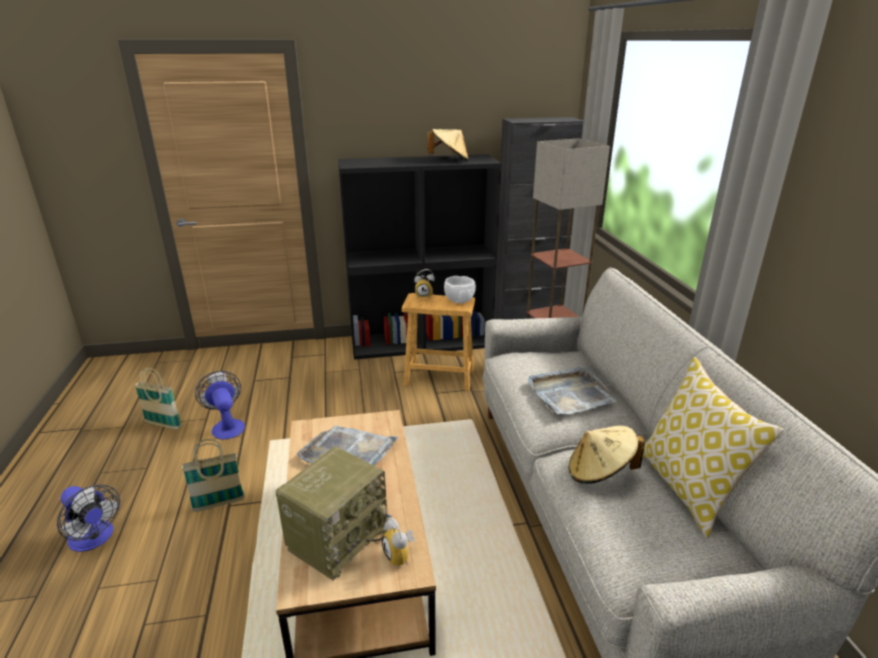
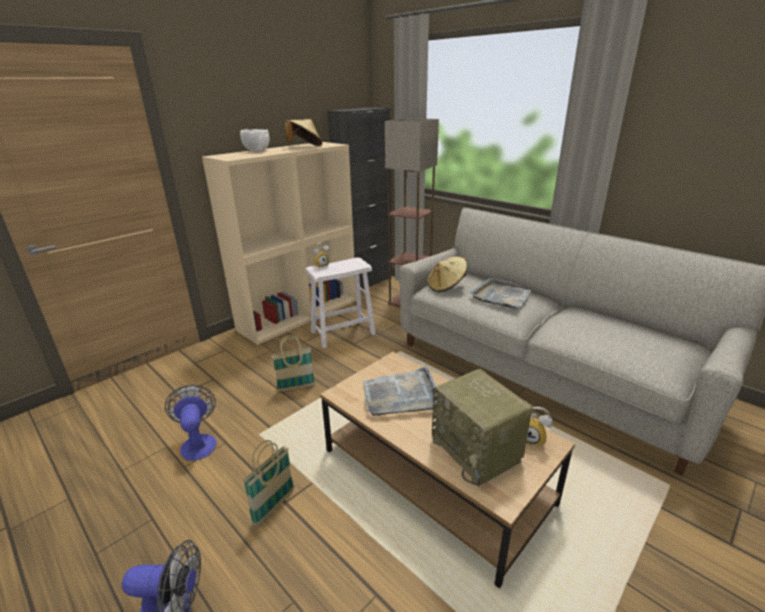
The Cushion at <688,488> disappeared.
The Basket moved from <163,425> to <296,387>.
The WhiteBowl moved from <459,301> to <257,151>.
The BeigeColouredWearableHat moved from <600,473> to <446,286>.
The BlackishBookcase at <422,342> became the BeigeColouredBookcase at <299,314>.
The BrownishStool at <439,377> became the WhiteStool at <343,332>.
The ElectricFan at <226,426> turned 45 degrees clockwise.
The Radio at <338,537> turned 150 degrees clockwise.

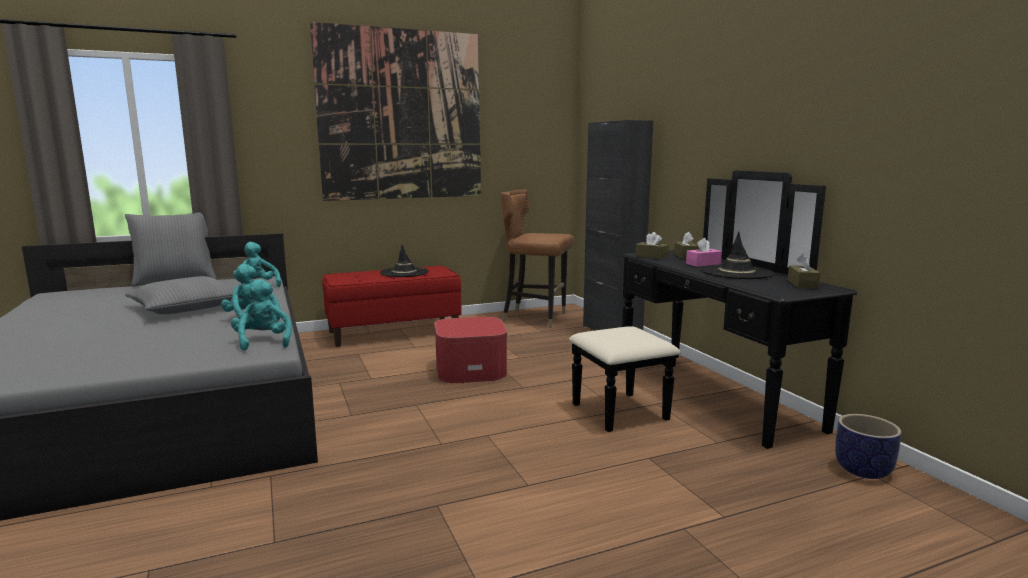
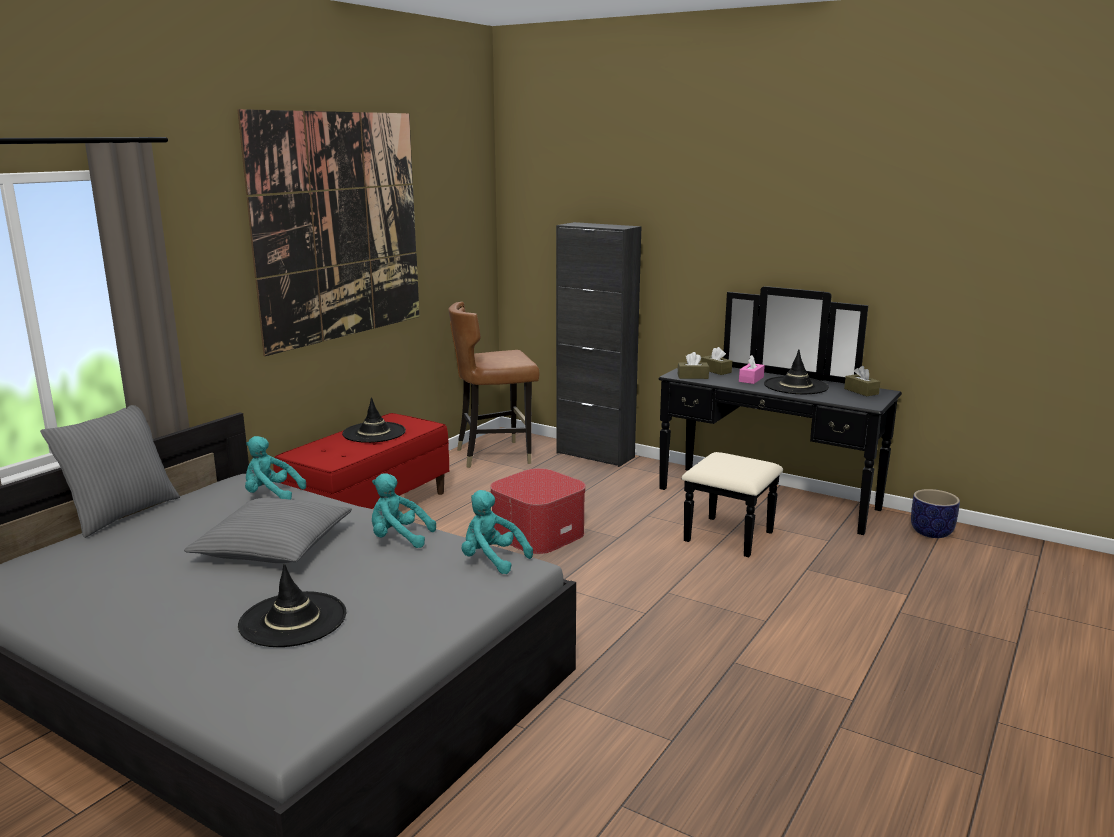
The BlackishWearableHat at <293,620> appeared.

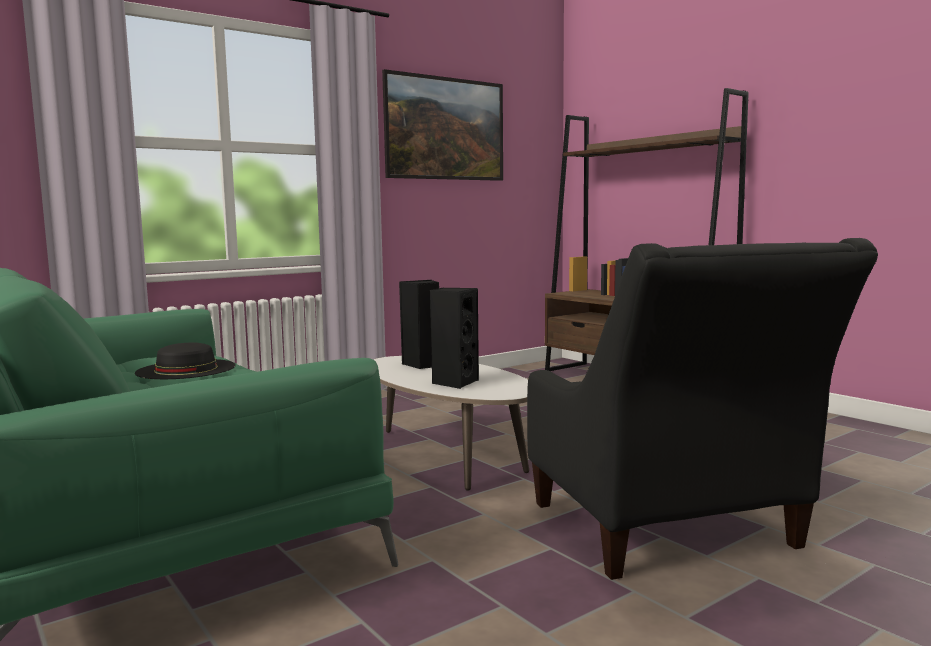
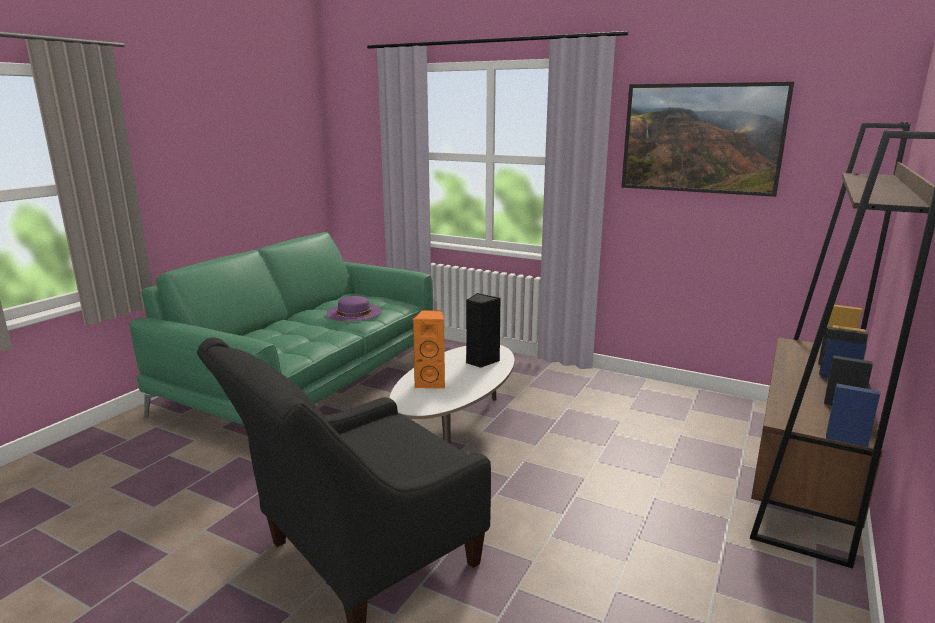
The BlackishWearableHat at <186,369> became the PurpleColouredWearableHat at <354,312>.
The BlackishLoudspeaker at <454,382> became the OrangeColouredLoudspeaker at <431,382>.

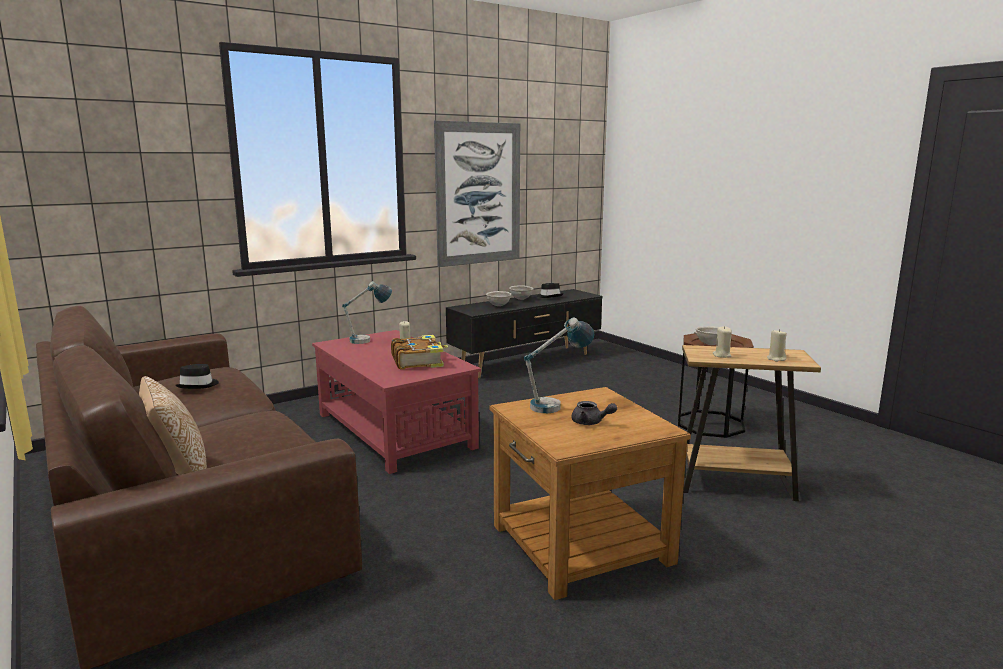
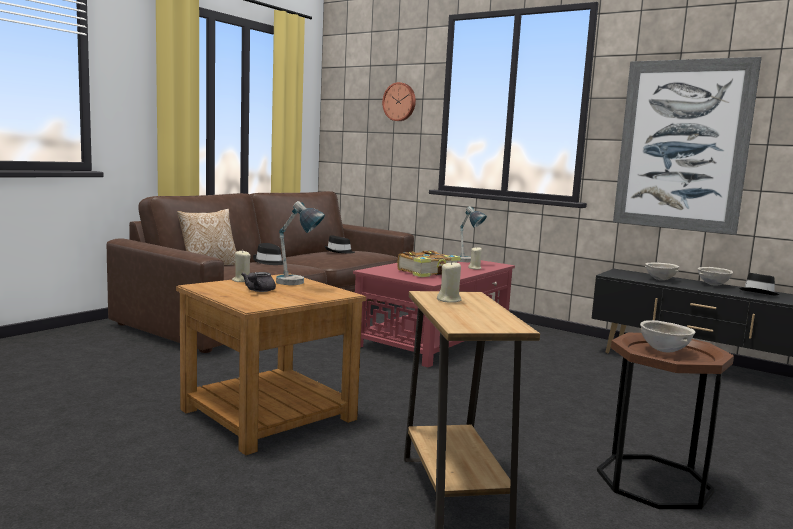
The BlackishWearableHat at <269,262> appeared.
The ClockOnTheWall at <400,102> appeared.
The BeigeColouredWaxCandle moved from <776,359> to <242,281>.

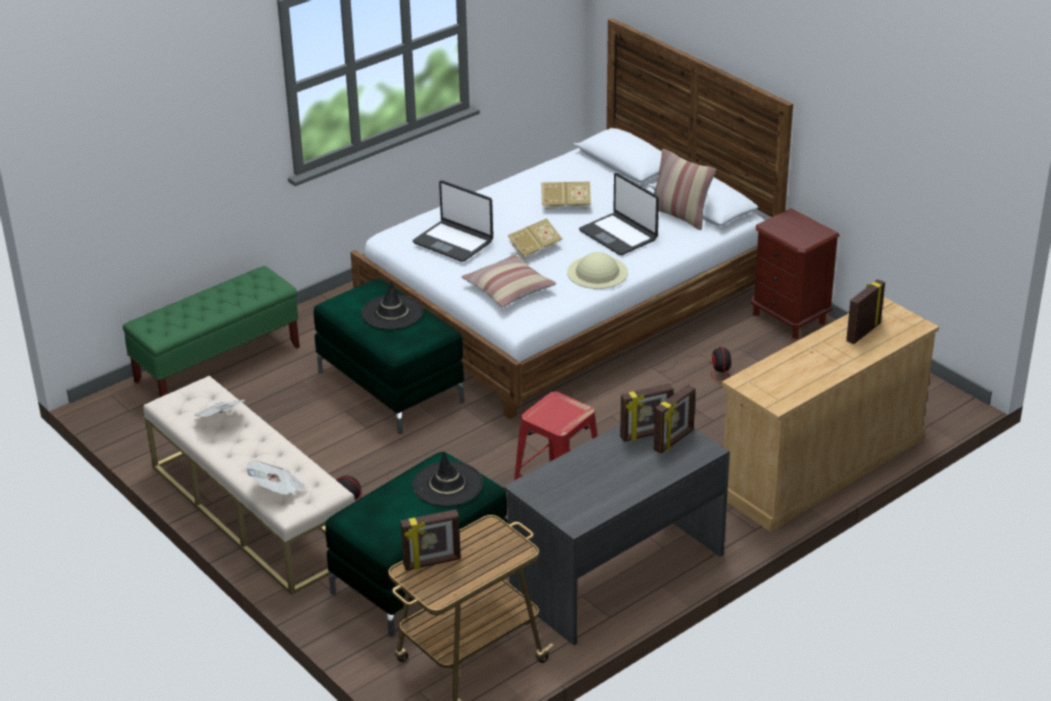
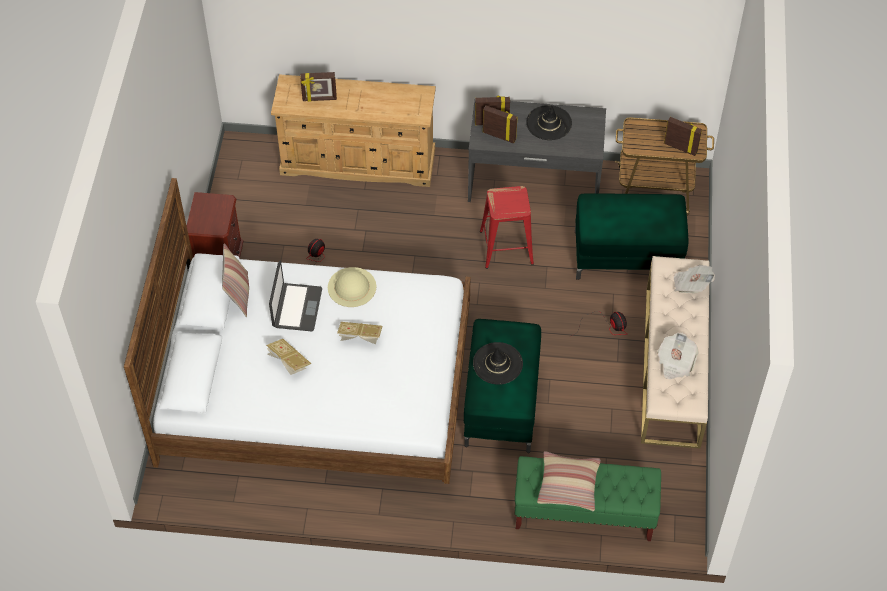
The Laptop at <453,242> disappeared.
The BlackishWearableHat moved from <447,484> to <549,123>.
The Cushion moved from <508,289> to <568,485>.

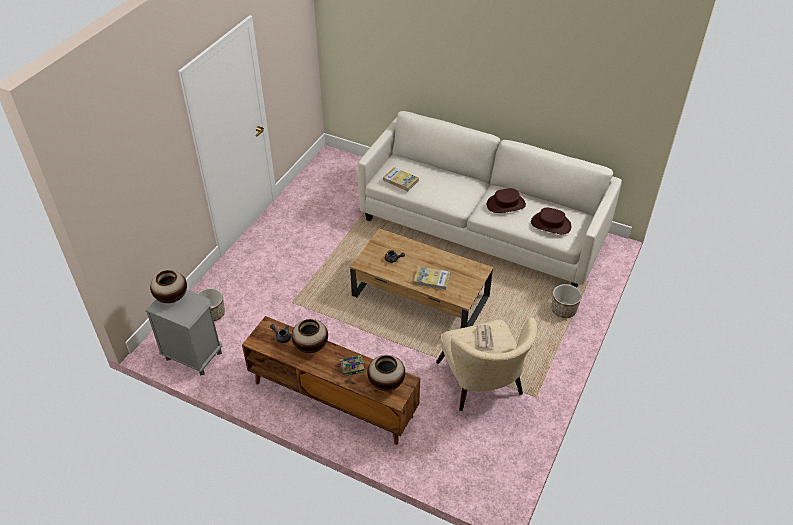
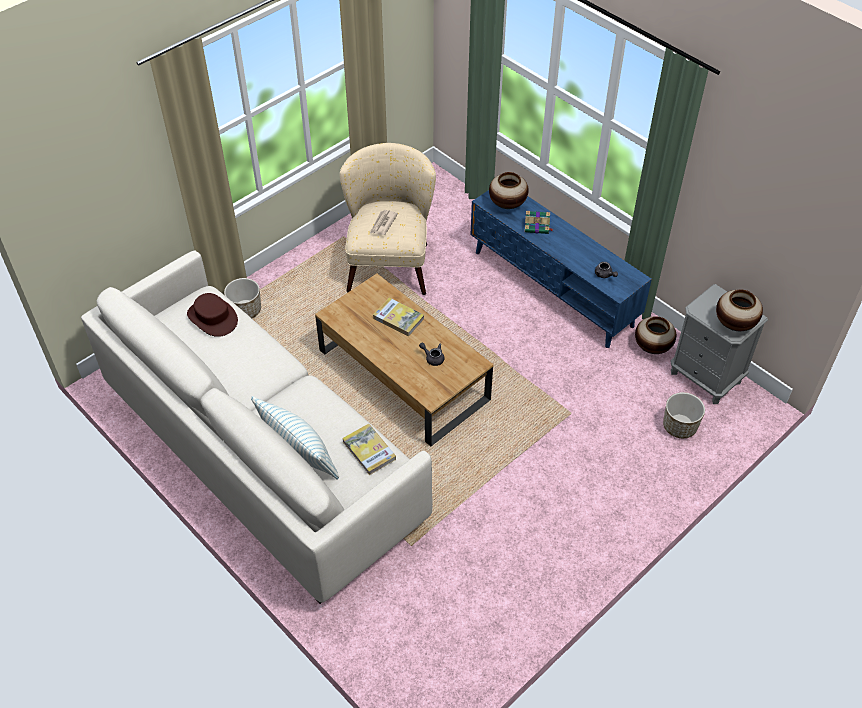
The BrownishWearableHat at <506,204> disappeared.
The Cushion at <298,452> appeared.
The Vase moved from <311,346> to <652,347>.
The BrownishTvStand at <332,399> became the BlueColouredTvStand at <553,288>.

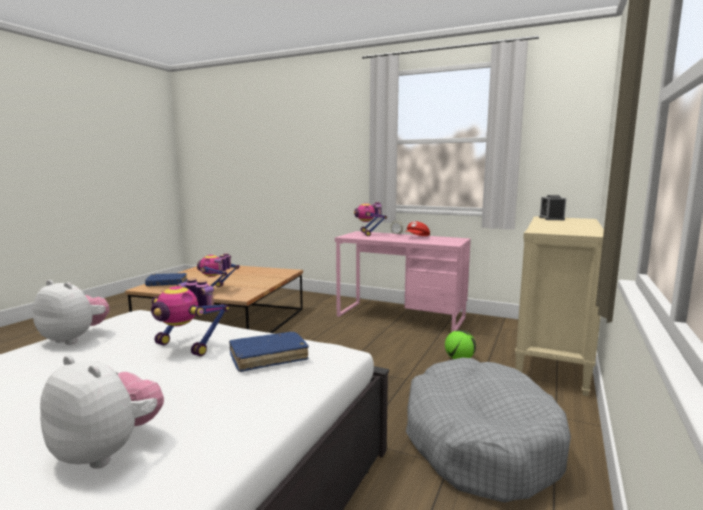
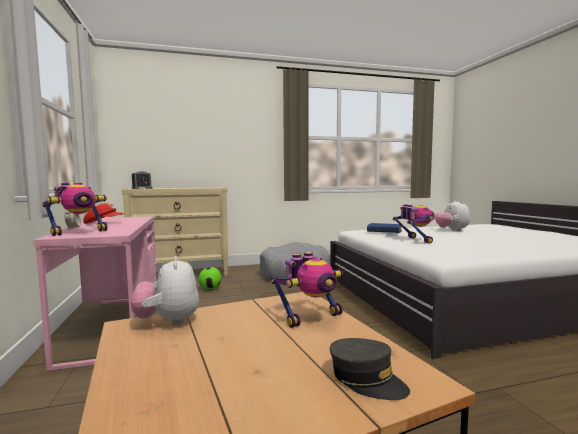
The CuddlyToy moved from <74,338> to <168,322>.
The BlueColouredVolume at <167,284> was replaced by the GreyBaseballCap at <366,379>.

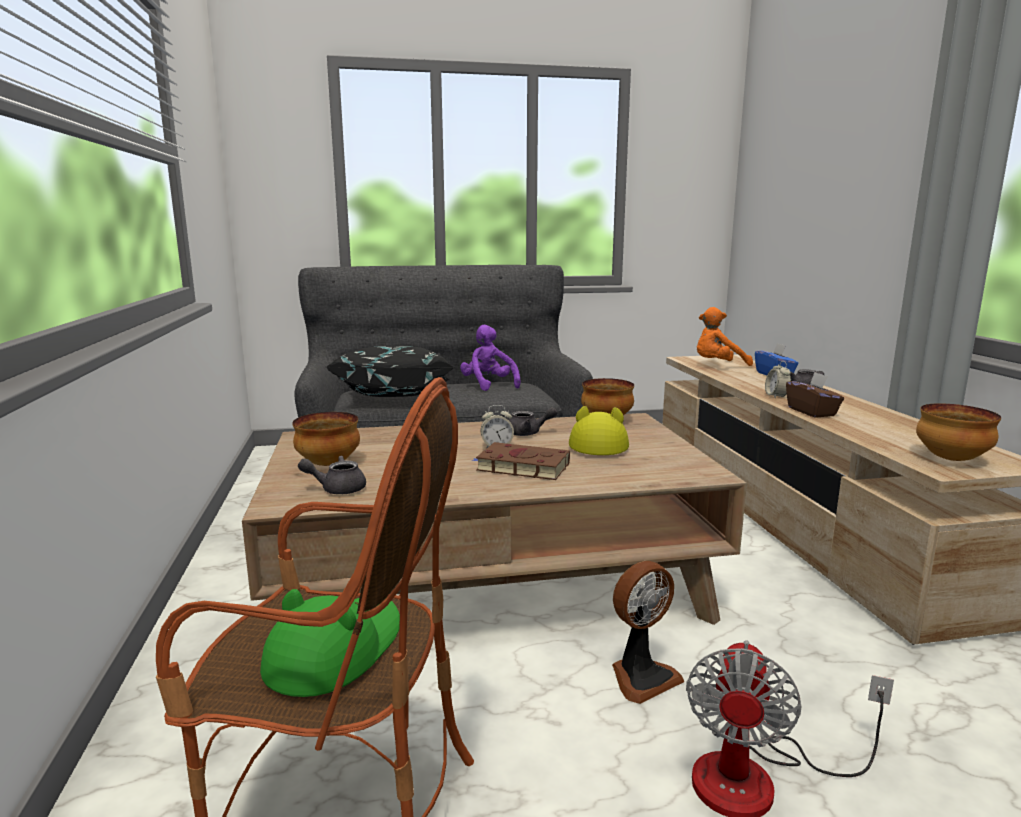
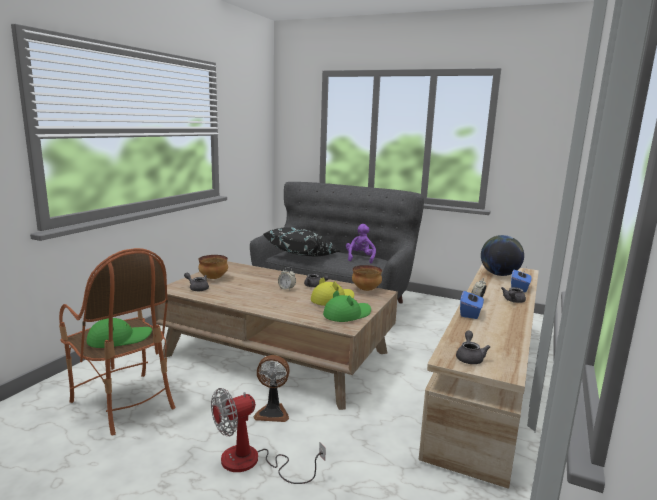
The BrownishVolume at <520,466> disappeared.
The GreenColouredWearableHat at <347,314> appeared.
The OrangeColouredCuddlyToy at <718,365> was replaced by the DeskGlobe at <499,274>.
The Bowl at <950,459> was replaced by the GreyTeaPot at <469,357>.
The BrownishTissueHolder at <812,412> became the BlueColouredTissueHolder at <470,313>.

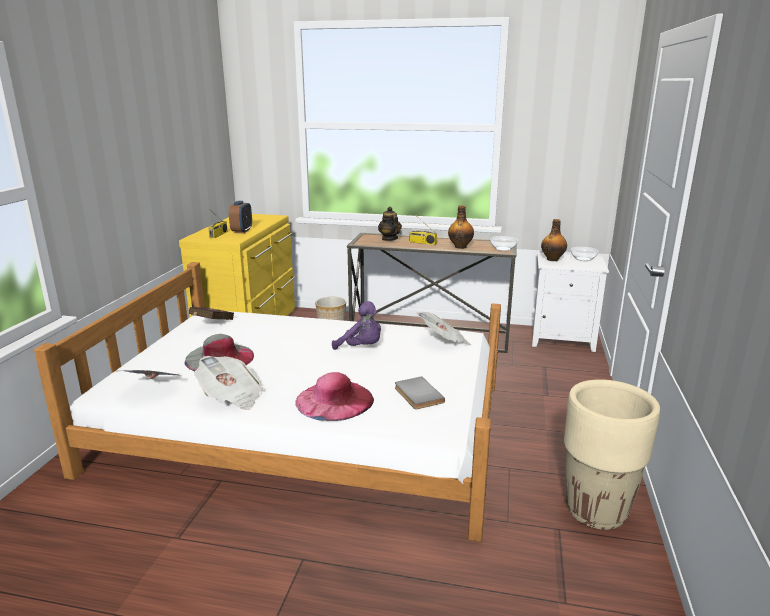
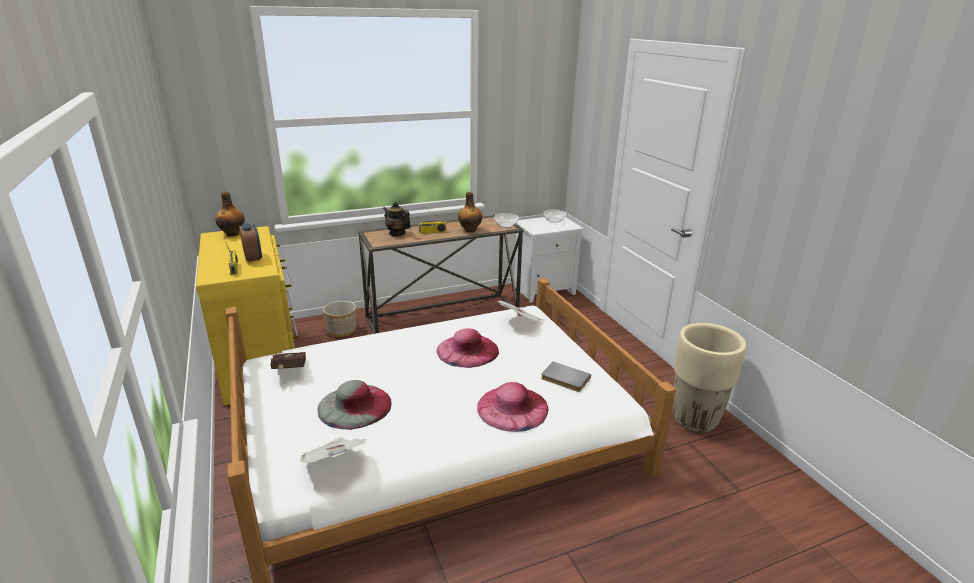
The Newspaper at <231,397> disappeared.
The BeverageBottle moved from <553,259> to <233,234>.
The PurpleColouredCuddlyToy at <361,347> was replaced by the PinkWearableHat at <467,350>.

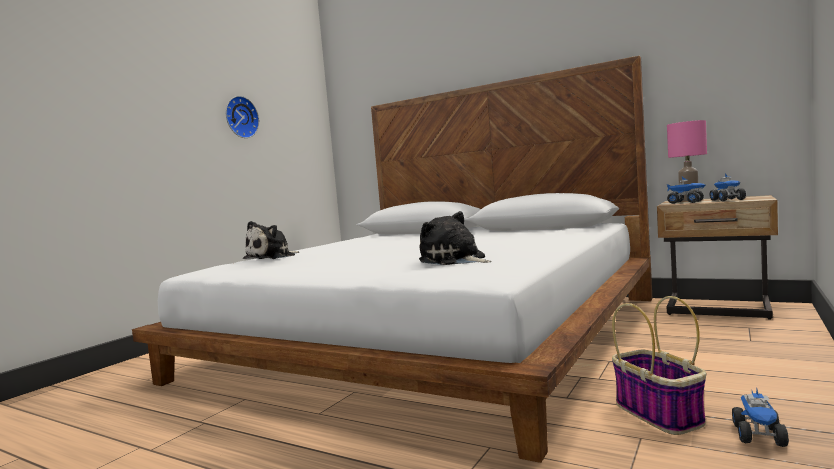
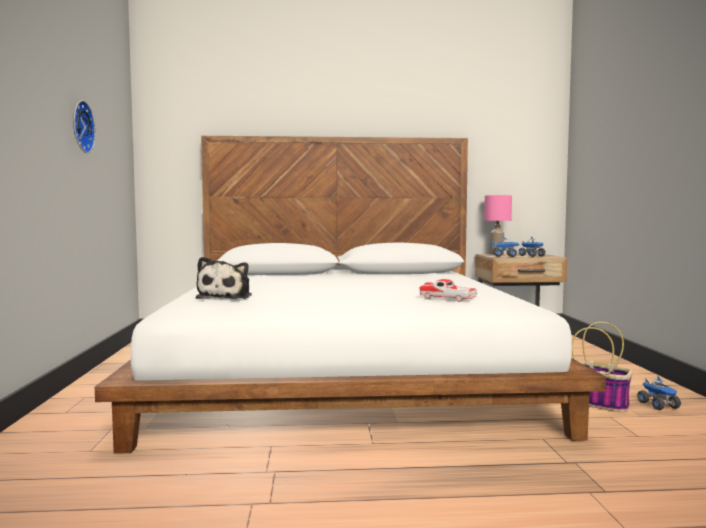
The CuddlyToy at <454,260> was replaced by the ModelCar at <448,299>.

